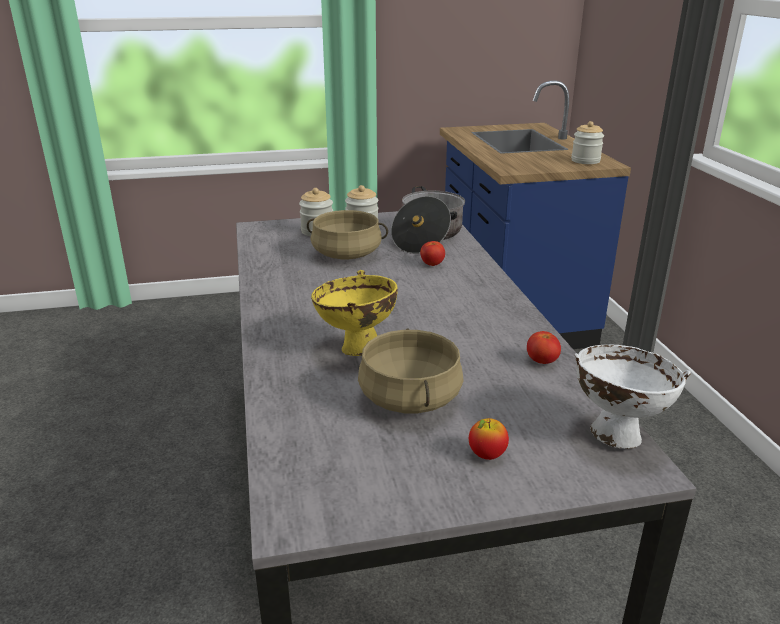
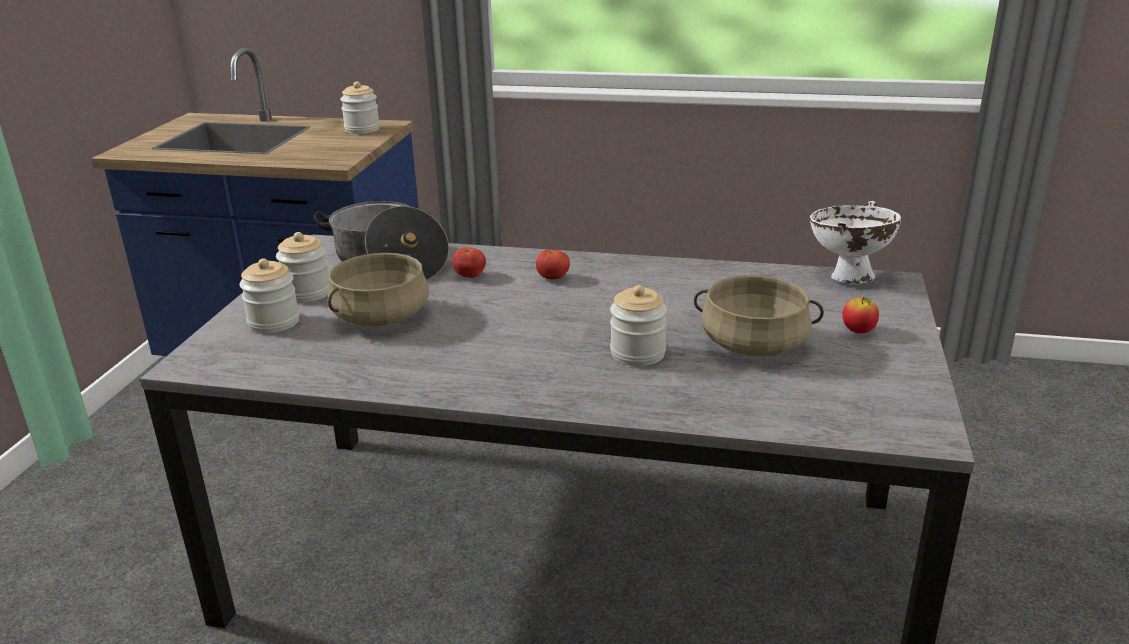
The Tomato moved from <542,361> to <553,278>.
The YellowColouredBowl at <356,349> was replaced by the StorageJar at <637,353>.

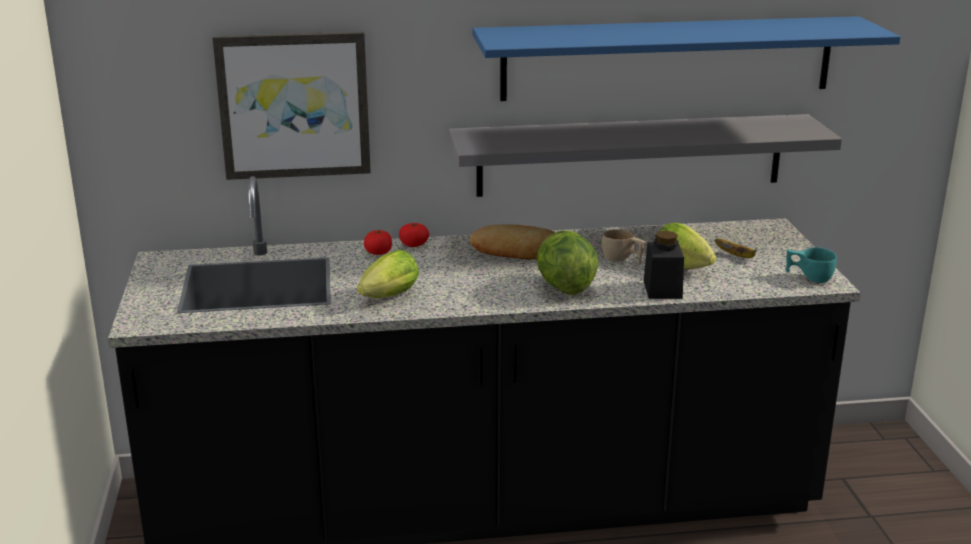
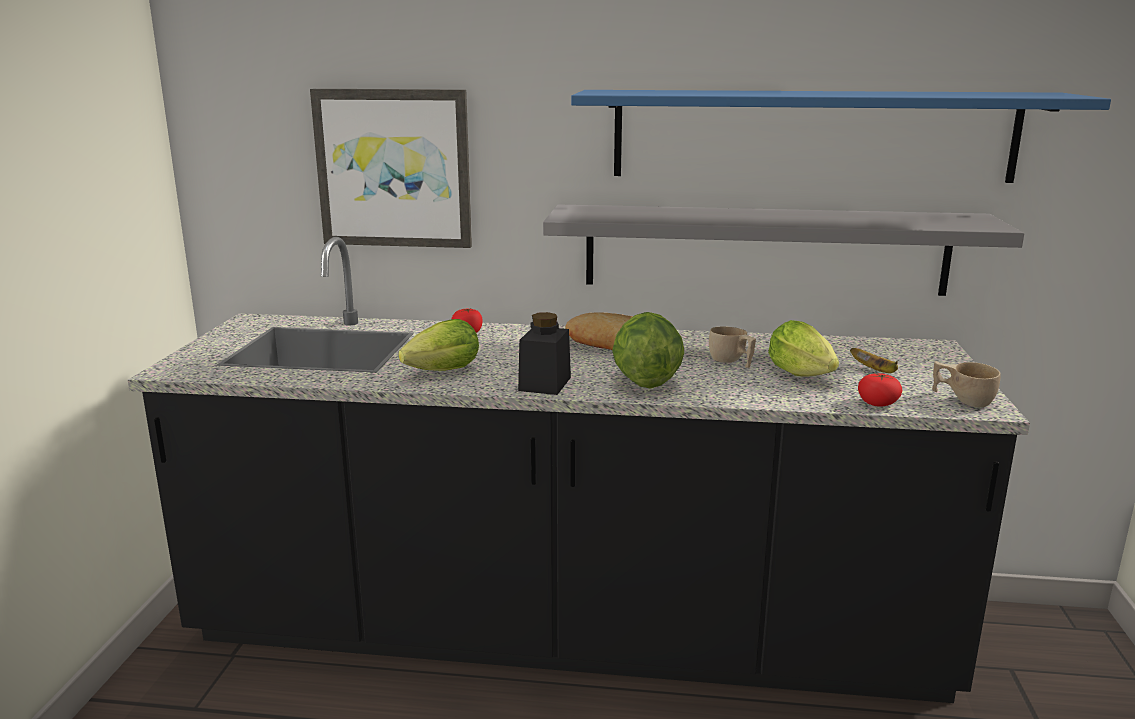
The Tomato moved from <414,244> to <877,403>.
The BlackishStorageJar moved from <662,289> to <545,384>.
The TurquoiseCup at <809,277> became the BeigeColouredCup at <962,399>.

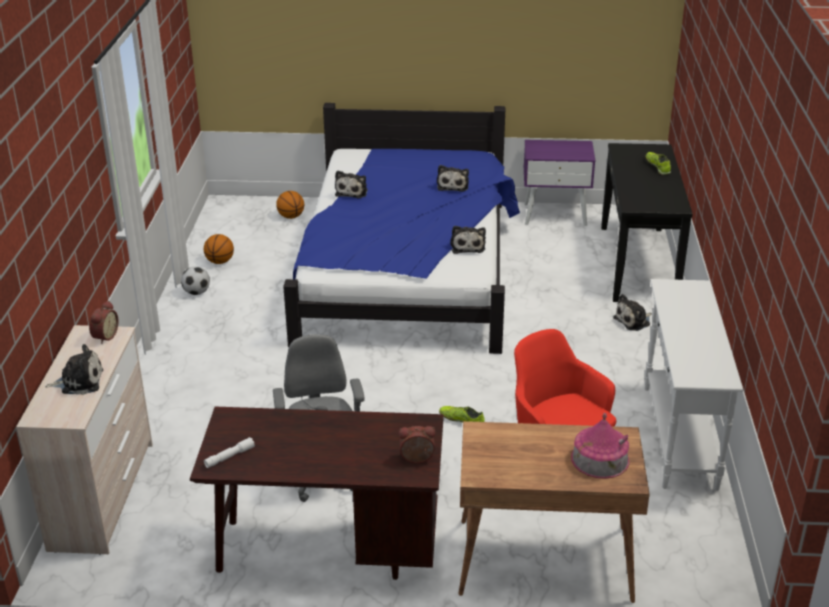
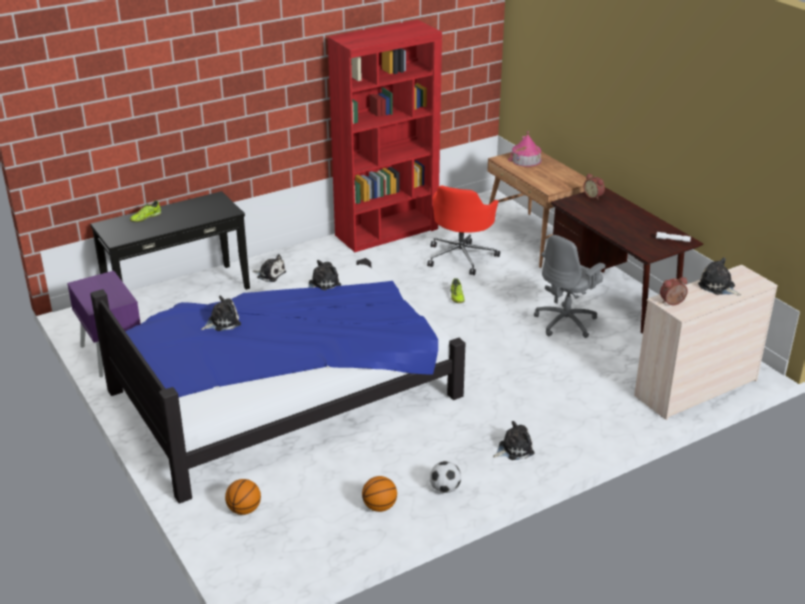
The CuddlyToy moved from <352,192> to <514,449>.
The WhiteHallTable at <679,437> was replaced by the RedColouredBookcase at <387,232>.

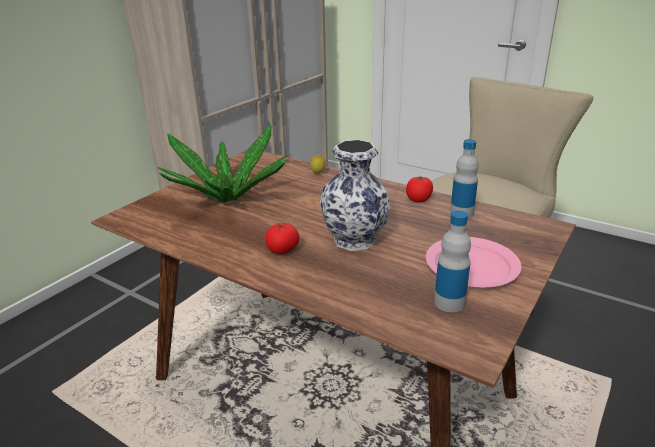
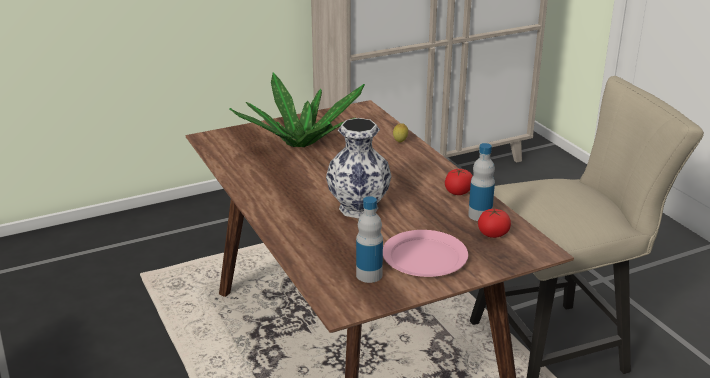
The Tomato moved from <282,250> to <493,234>.

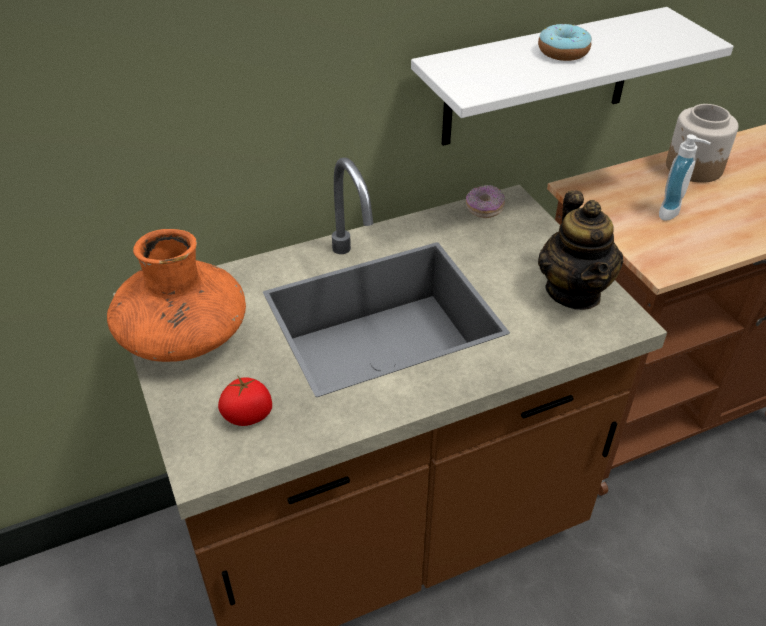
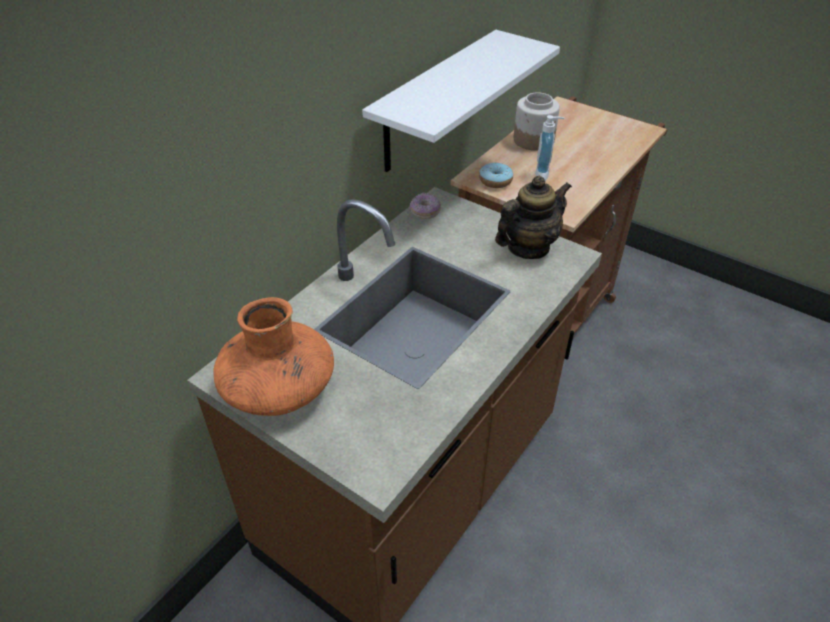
The Tomato at <248,415> disappeared.
The RingDoughnut moved from <563,52> to <495,181>.
The TeaPot at <574,291> turned 90 degrees counterclockwise.

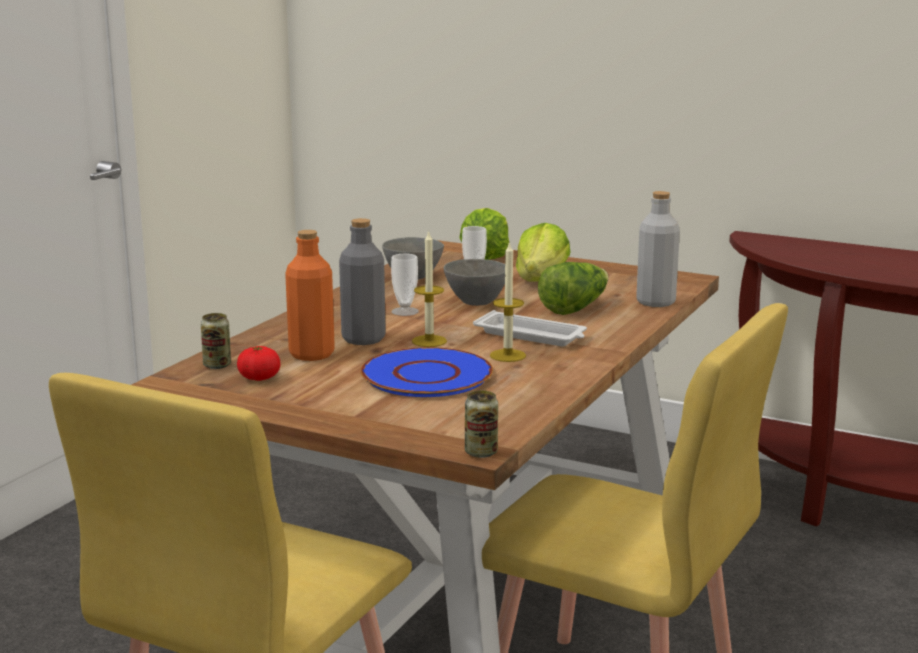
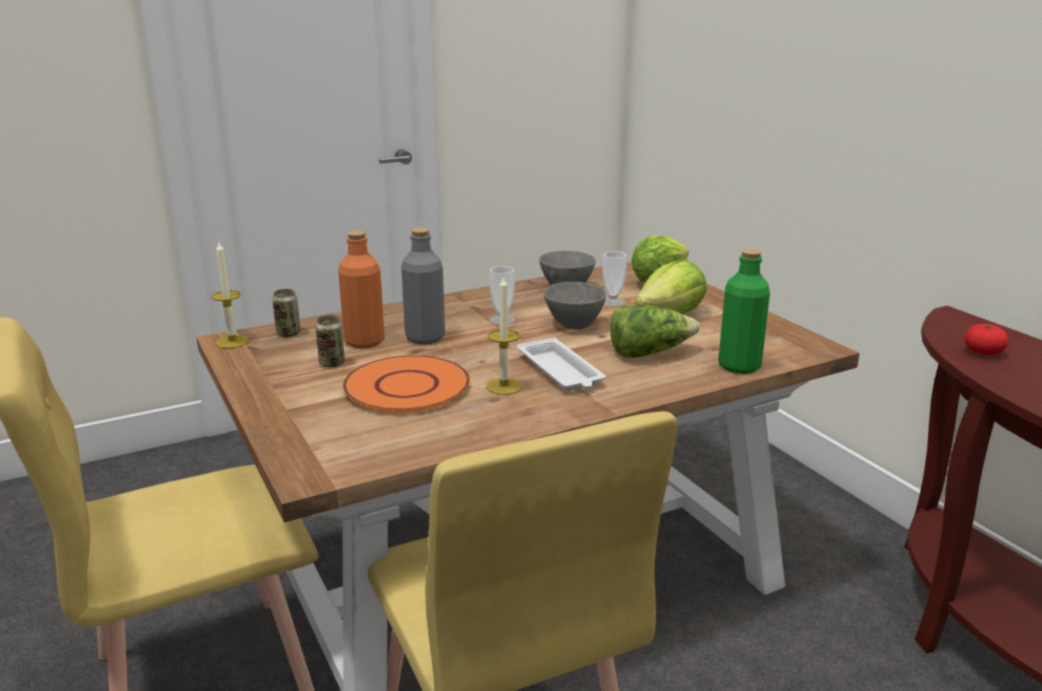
The Tomato moved from <259,378> to <983,352>.
The WaxCandle moved from <429,341> to <232,341>.
The MetalCan moved from <481,452> to <332,363>.
The BlueColouredDinnerPlate at <427,375> became the OrangeColouredDinnerPlate at <408,387>.
The GreyBeverageBottle at <655,302> became the GreenColouredBeverageBottle at <739,366>.

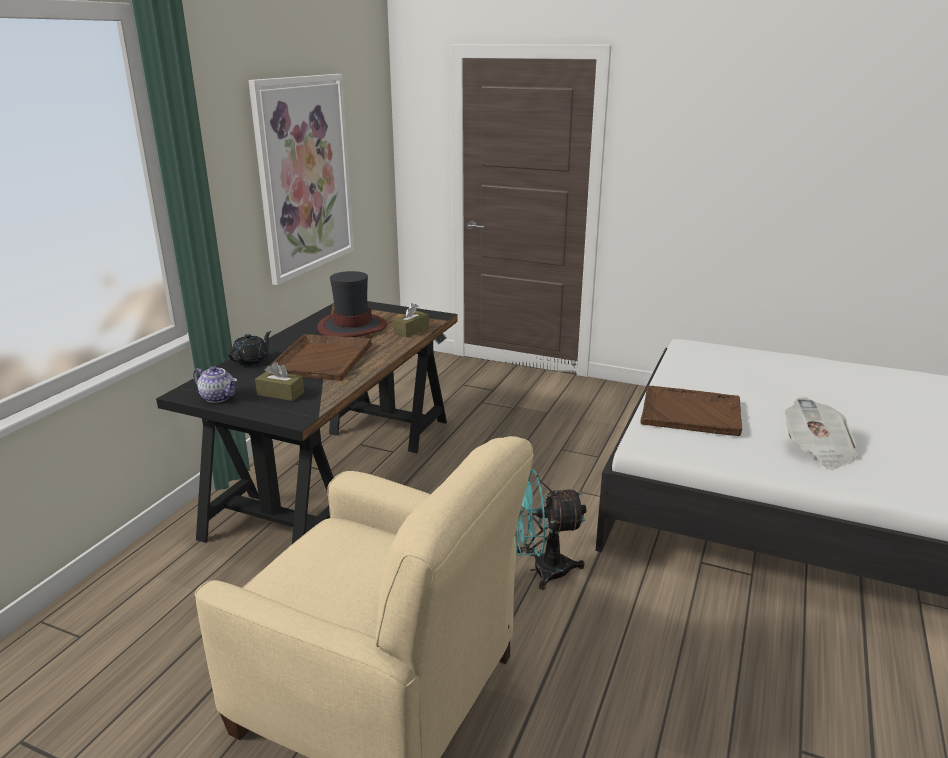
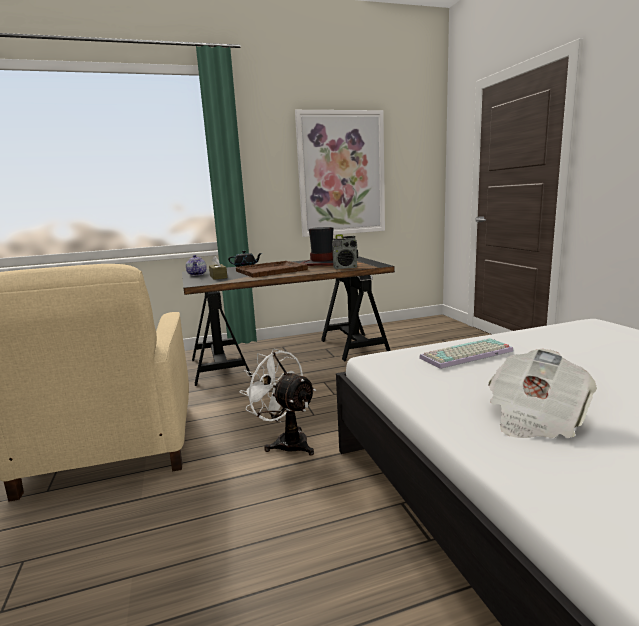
The BrownishTissueHolder at <411,330> was replaced by the Radio at <345,268>.
The BrownishCarryingTray at <692,413> was replaced by the ComputerKeyboard at <466,355>.
The TurquoiseElectricFan at <541,570> became the WhiteElectricFan at <286,442>.

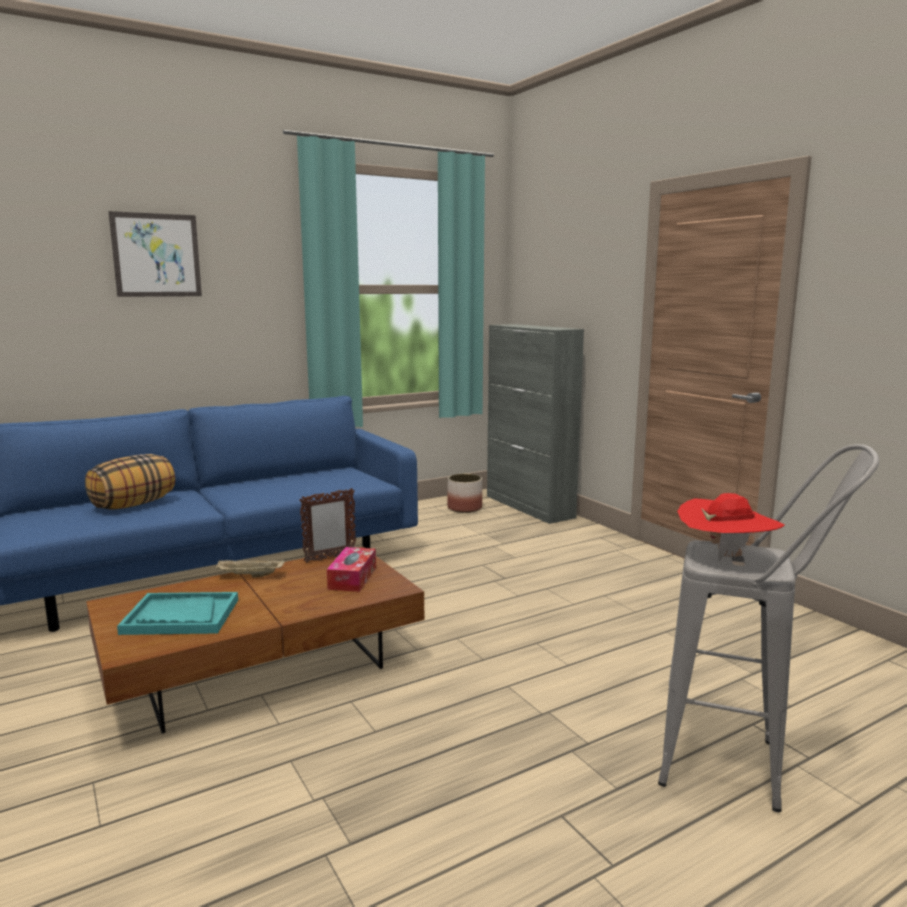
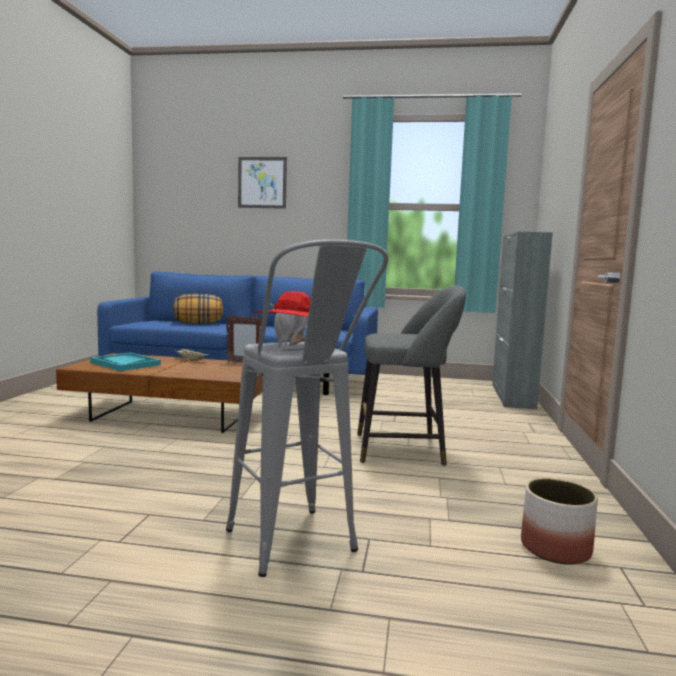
The TissueHolder at <352,578> disappeared.
The GreyStool at <405,449> appeared.
The Planter moved from <464,508> to <554,548>.

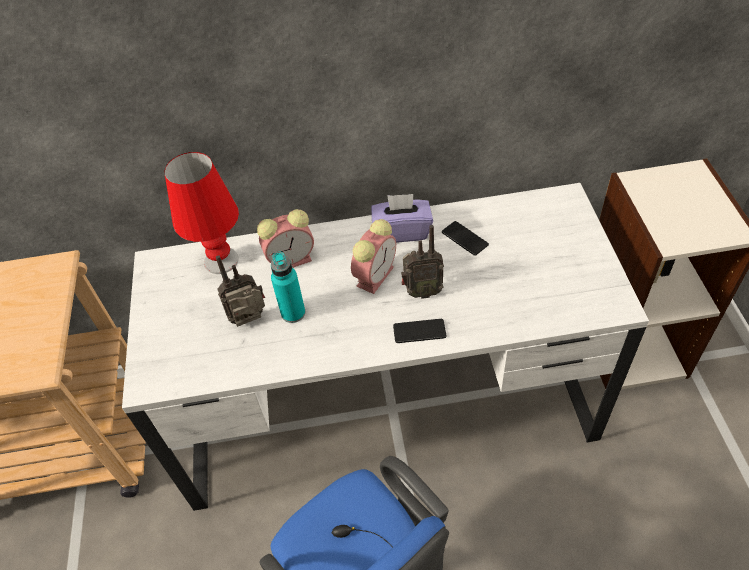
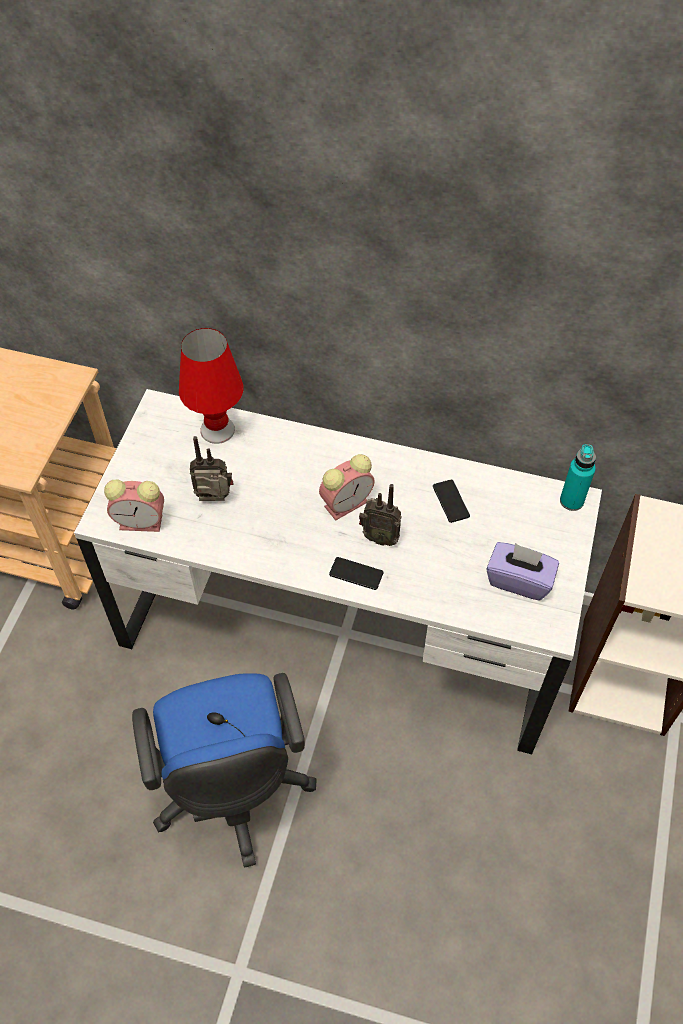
The AlarmClock moved from <292,259> to <143,521>.
The TurquoiseBeverageBottle moved from <293,313> to <571,501>.
The PurpleColouredTissueHolder moved from <402,231> to <519,580>.

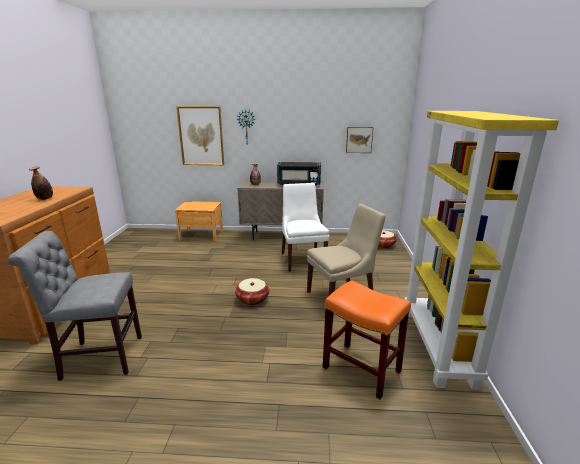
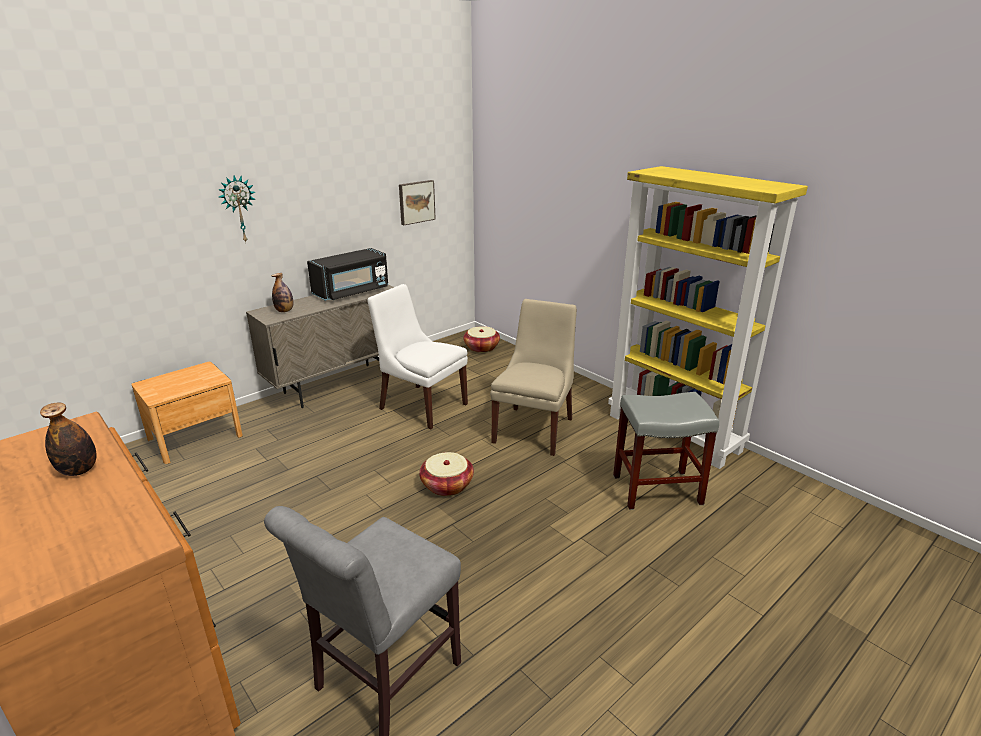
The WallArt at <201,136> disappeared.
The OrangeColouredStool at <362,369> became the GreyStool at <657,489>.

